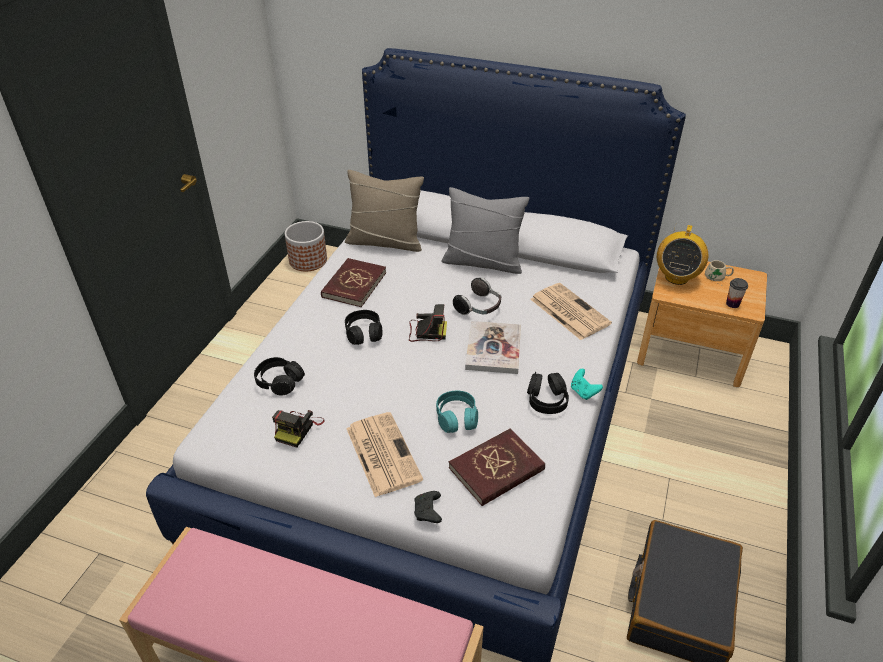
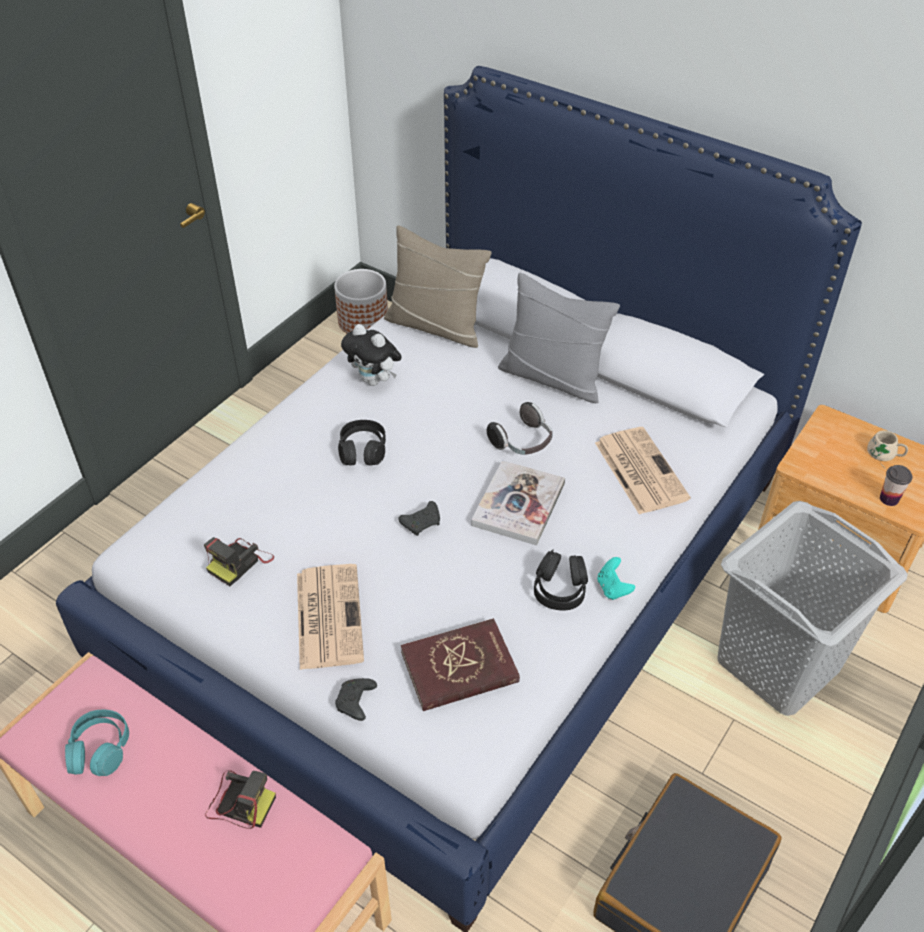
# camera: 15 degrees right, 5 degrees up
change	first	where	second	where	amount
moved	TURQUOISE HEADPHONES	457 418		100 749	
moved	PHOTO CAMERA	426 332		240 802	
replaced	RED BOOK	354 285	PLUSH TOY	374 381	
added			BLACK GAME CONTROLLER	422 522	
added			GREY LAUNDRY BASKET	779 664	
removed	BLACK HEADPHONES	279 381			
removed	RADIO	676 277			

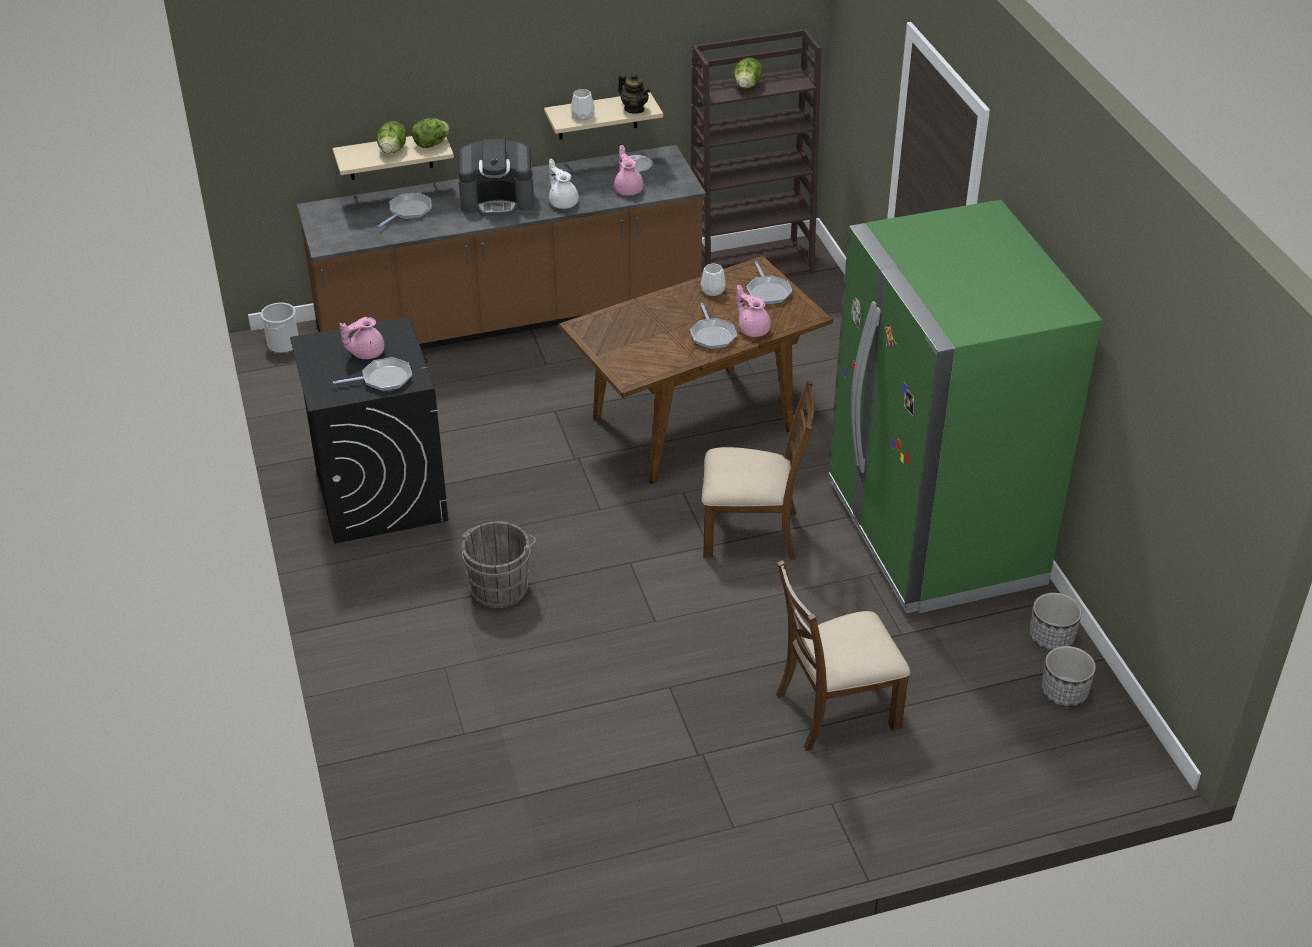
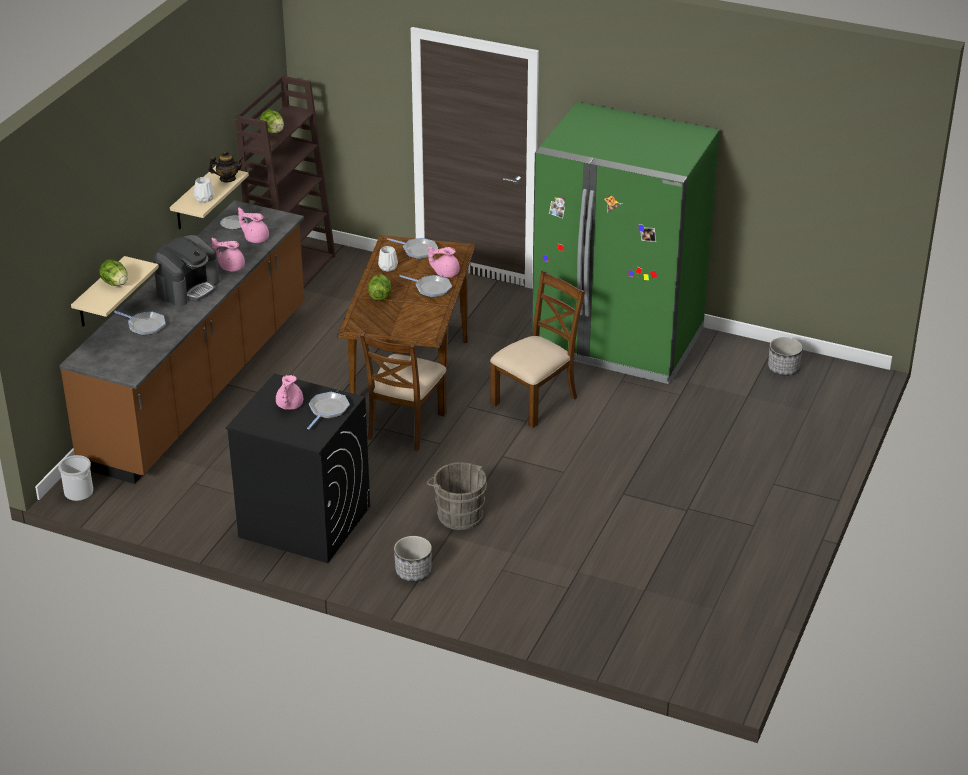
# camera: 50 degrees left, 5 degrees down
change	first	where	second	where	amount
turned	FRYING PAN	408 211		145 326	135 degrees clockwise
recoloured	WHITE TEAPOT	563 202	PINK TEAPOT	231 266	
moved	BROWN CHAIR	835 709		405 426	
moved	LETTUCE	431 144		380 296	
moved	PLANTER	1051 637		413 572	

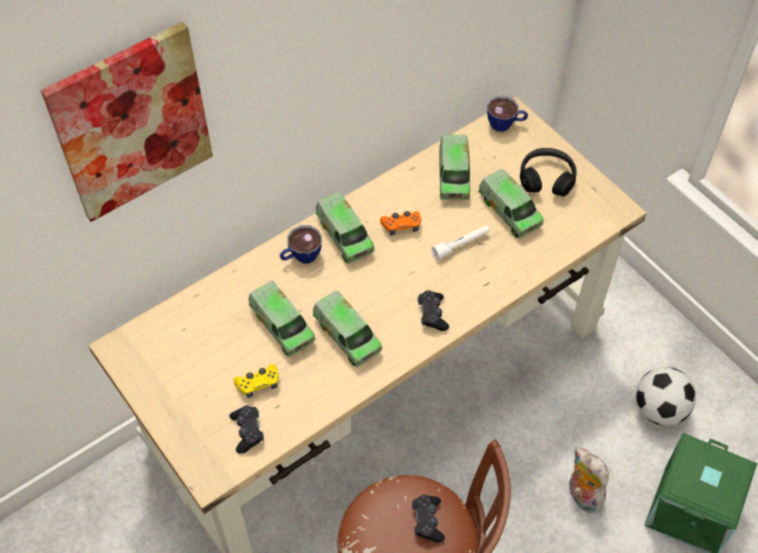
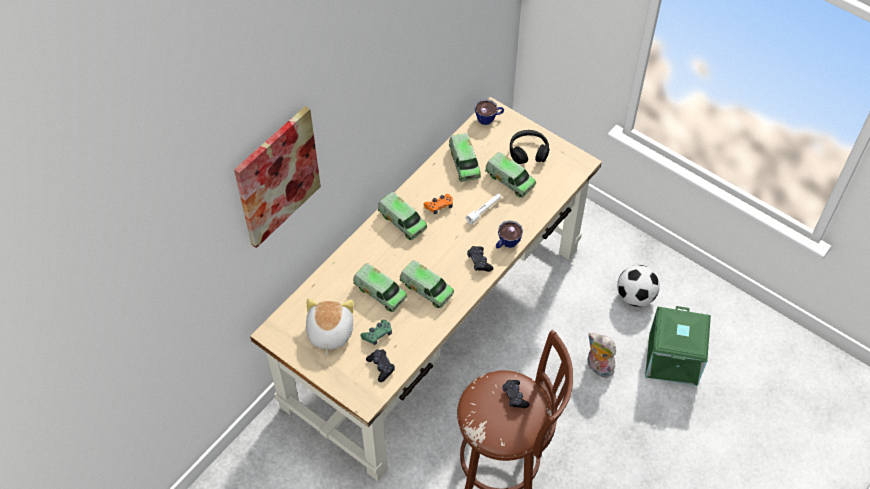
# camera: 15 degrees left, 0 degrees up
change	first	where	second	where	amount
added			PLUSH TOY	329 332	
recoloured	YELLOW GAME CONTROLLER	258 384	GREEN GAME CONTROLLER	377 334	
moved	CUP	301 257		506 243	

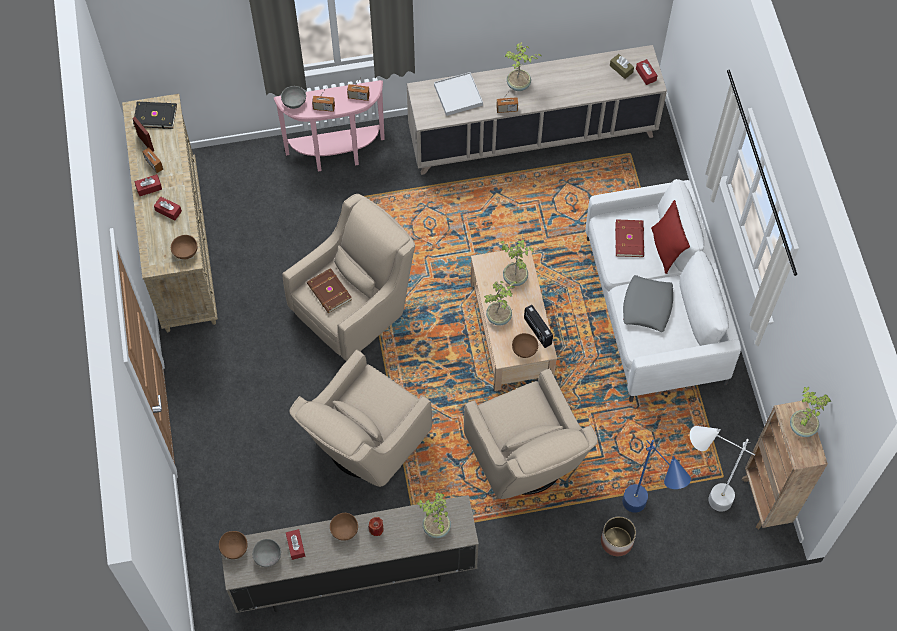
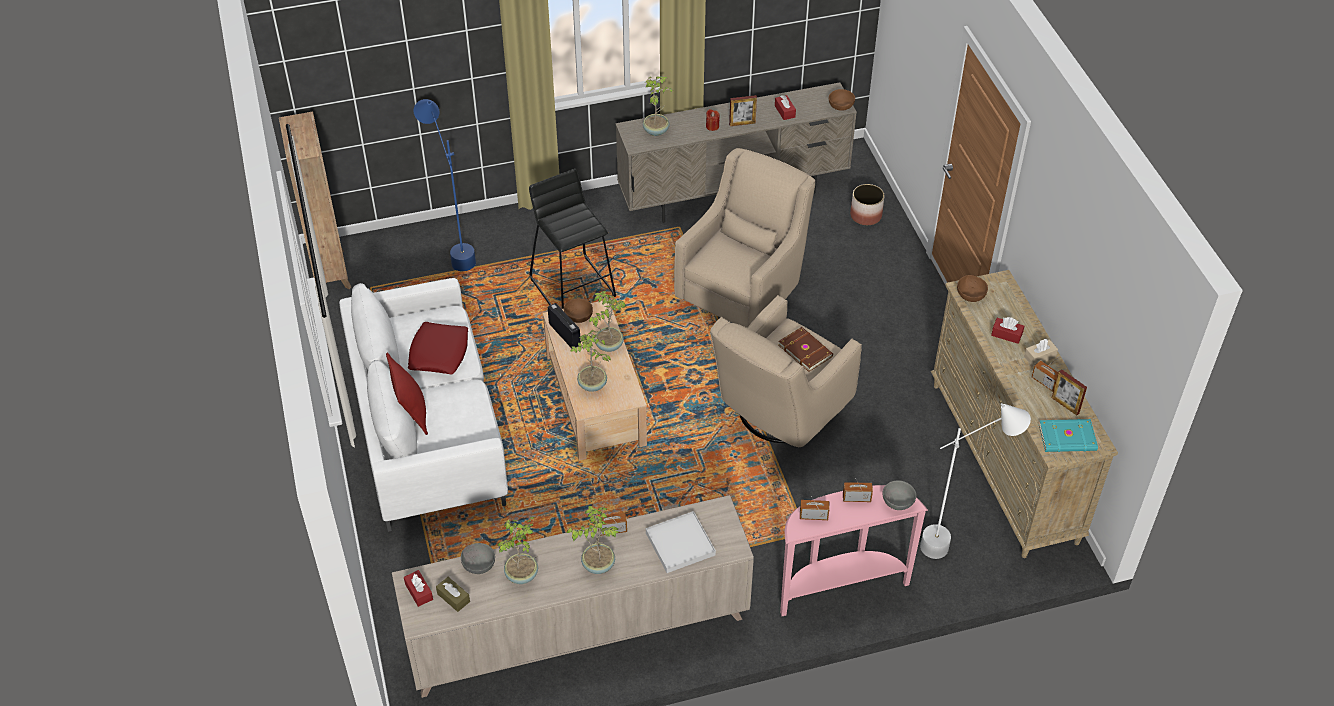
# camera: 175 degrees right, 15 degrees down
change	first	where	second	where	amount
recoloured	GREY PILLOW	647 306	RED PILLOW	439 353	
moved	GREY BOWL	268 557		478 565	
moved	POTTED PLANT	801 427		522 575	
replaced	BEIGE ARMCHAIR	526 461	BLACK STOOL	573 287	
replaced	BROWN BOWL	344 531	PICTURE FRAME	742 123	
moved	PLANTER	616 541		866 215	
moved	WHITE FLOOR LAMP	700 500		958 545	
recoloured	RED TISSUE BOX	149 188	BEIGE TISSUE BOX	1039 357	
recoloured	BLACK BOOK	155 115	TURQUOISE BOOK	1068 438	
removed	RED BOOK	630 239			

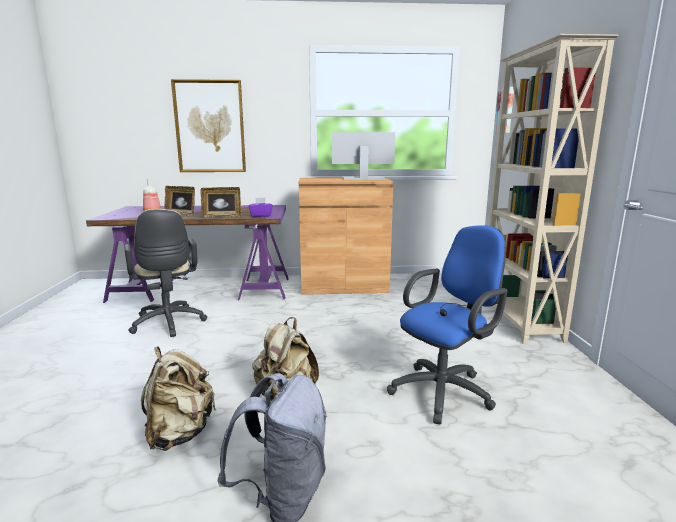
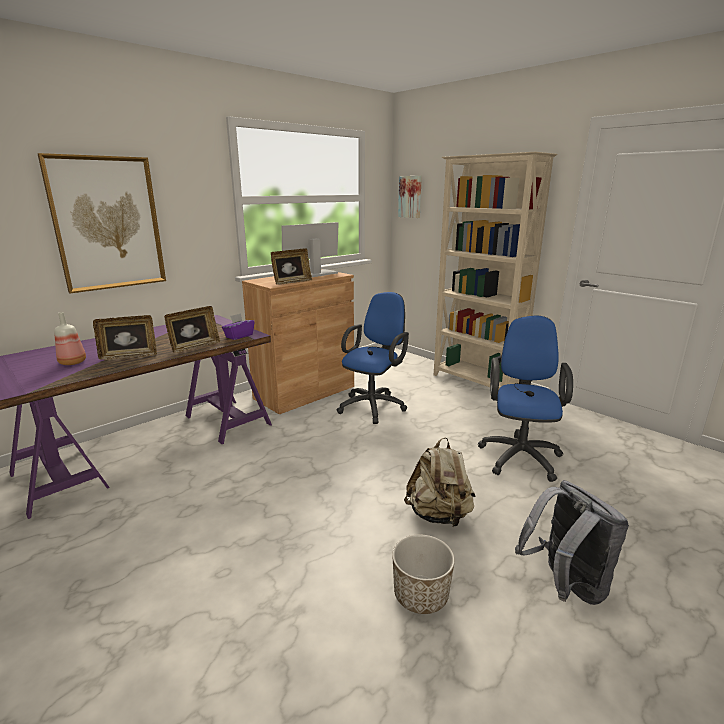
# camera: 40 degrees left, 5 degrees up
change	first	where	second	where	amount
added			PICTURE FRAME	292 282	
added			BLUE OFFICE CHAIR	374 406	
replaced	BEIGE BACKPACK	180 433	PLANTER	420 595	
removed	BEIGE OFFICE CHAIR	168 324			

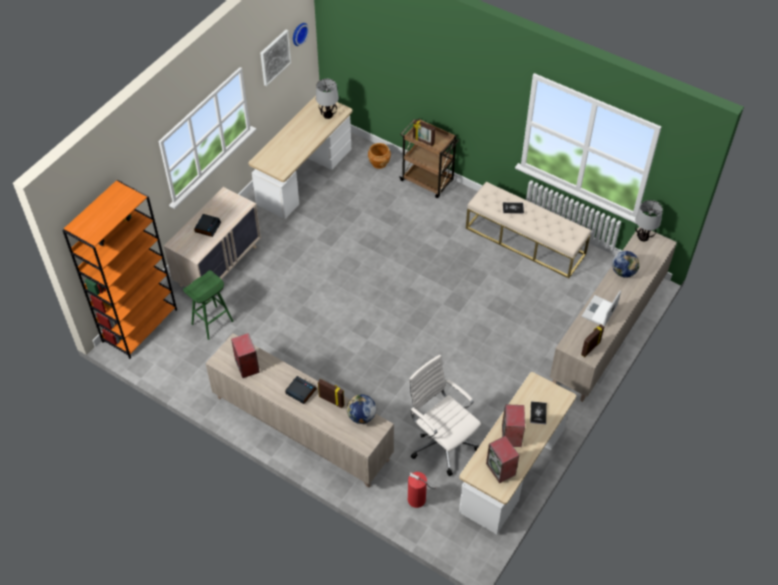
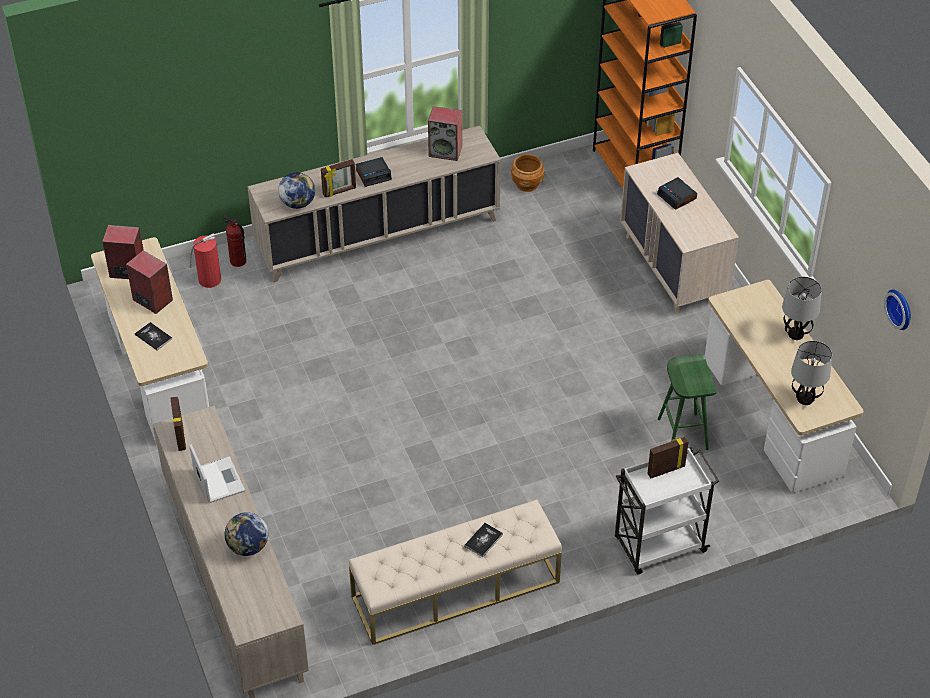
# camera: 125 degrees right, 5 degrees down
change	first	where	second	where	amount
added			FIRE EXTINGUISHER	237 261	
moved	BROWN PLANTER	379 163		527 184	
recoloured	BROWN CART	428 181	WHITE CART	658 546	
moved	GREEN STOOL	212 323		682 433	
moved	TABLE LAMP	643 237		795 334	
removed	PICTURE	274 57			
removed	WHITE OFFICE CHAIR	442 442			

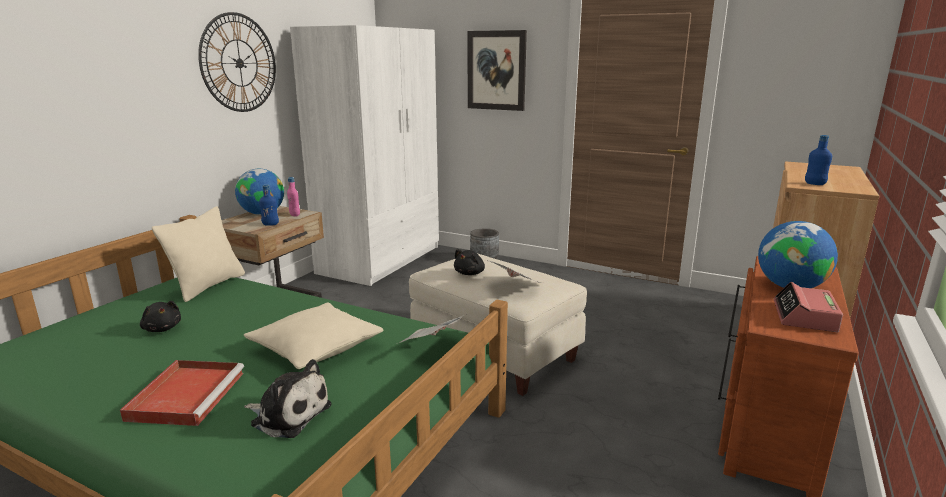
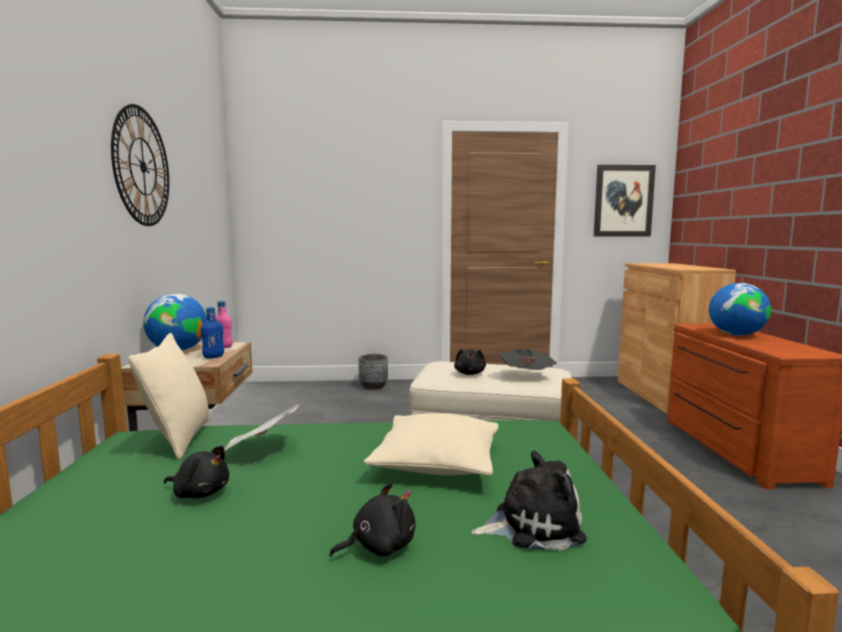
# camera: 30 degrees left, 10 degrees down
change	first	where	second	where	amount
moved	NEWSPAPER	431 346		259 449	
replaced	RED TRAY	187 394	BLACK PLUSH TOY	379 546	
moved	PICTURE	496 70		623 201	
removed	WHITE WARDROBE	381 260			
removed	ALARM CLOCK	804 317			
removed	BLUE BOTTLE	815 184			

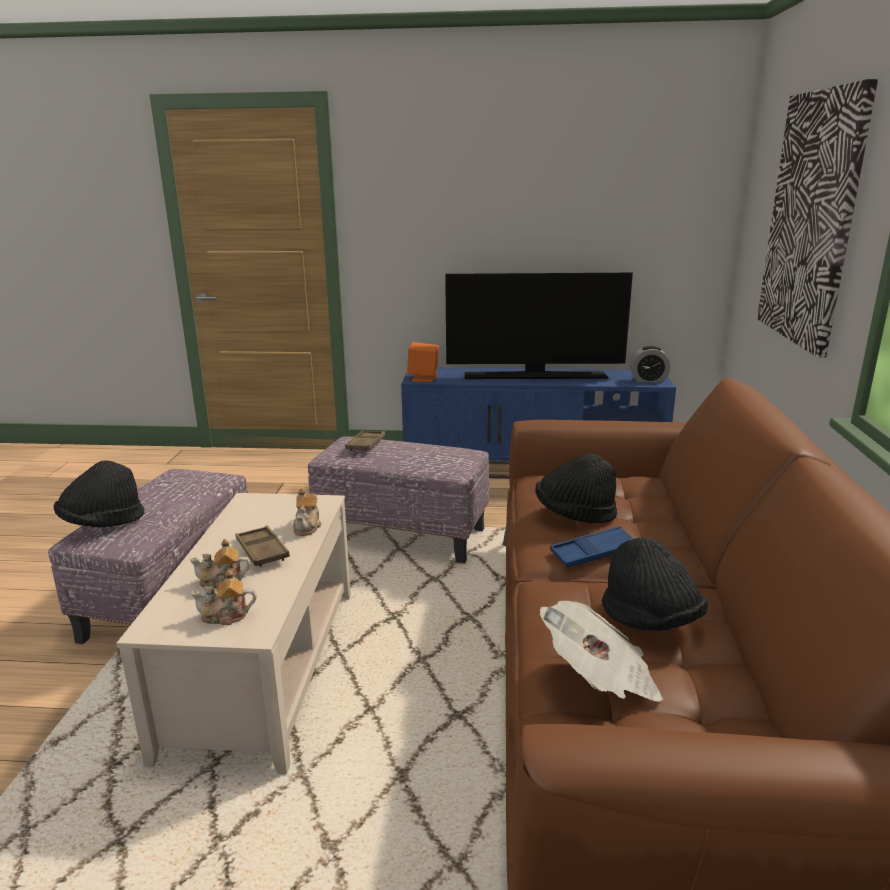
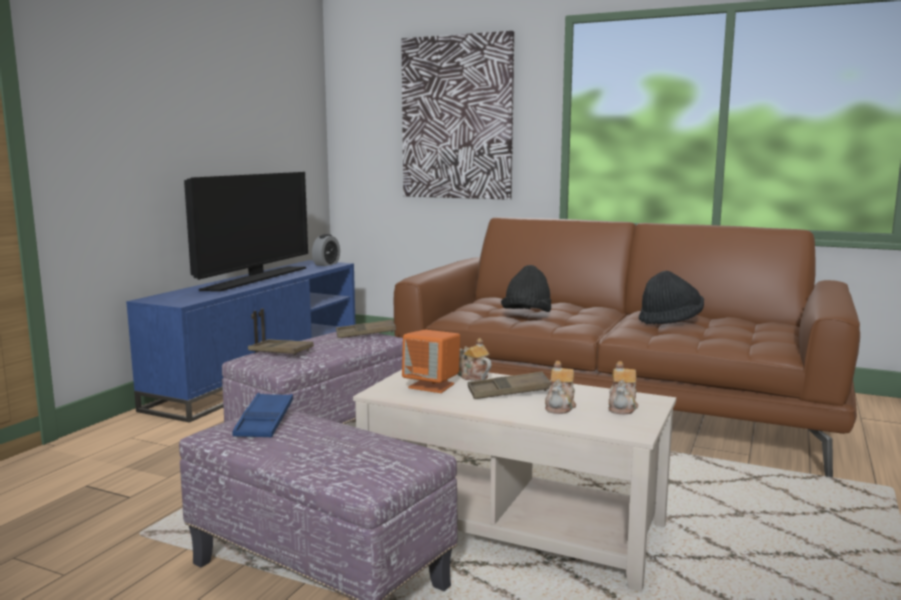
# camera: 70 degrees left, 10 degrees down
change	first	where	second	where	amount
moved	BLUE TRAY	593 553		264 422	
added			BROWN TRAY	366 334	
moved	ORANGE SPEAKER	423 378		432 386	
turned	TEAPOT	307 527		472 376	150 degrees counterclockwise
removed	BLACK HAT	103 523			
removed	NEWSPAPER	600 678			

